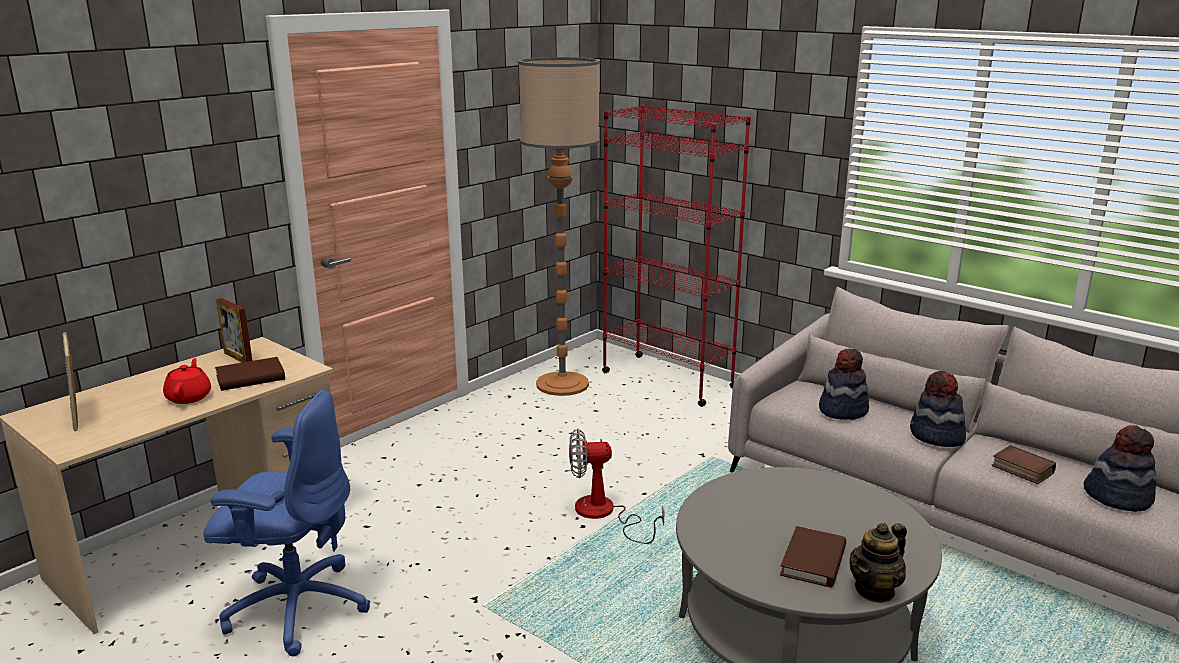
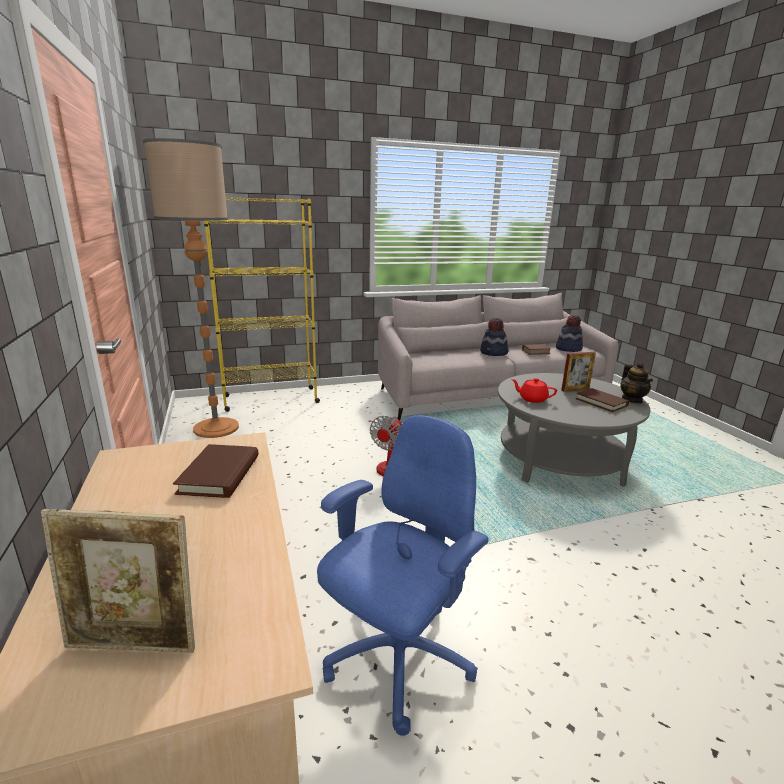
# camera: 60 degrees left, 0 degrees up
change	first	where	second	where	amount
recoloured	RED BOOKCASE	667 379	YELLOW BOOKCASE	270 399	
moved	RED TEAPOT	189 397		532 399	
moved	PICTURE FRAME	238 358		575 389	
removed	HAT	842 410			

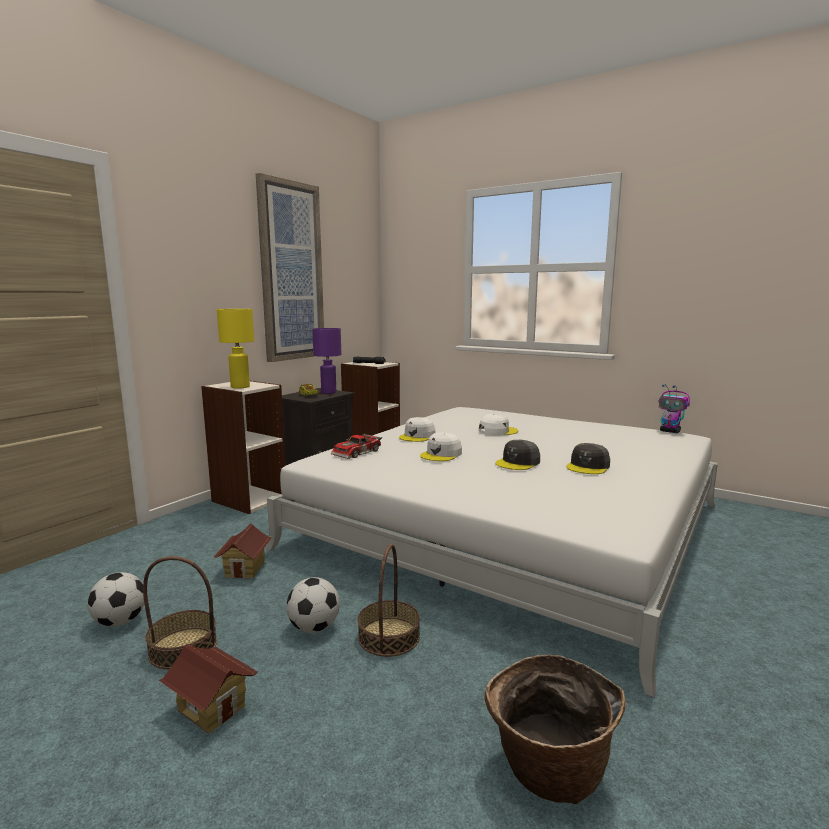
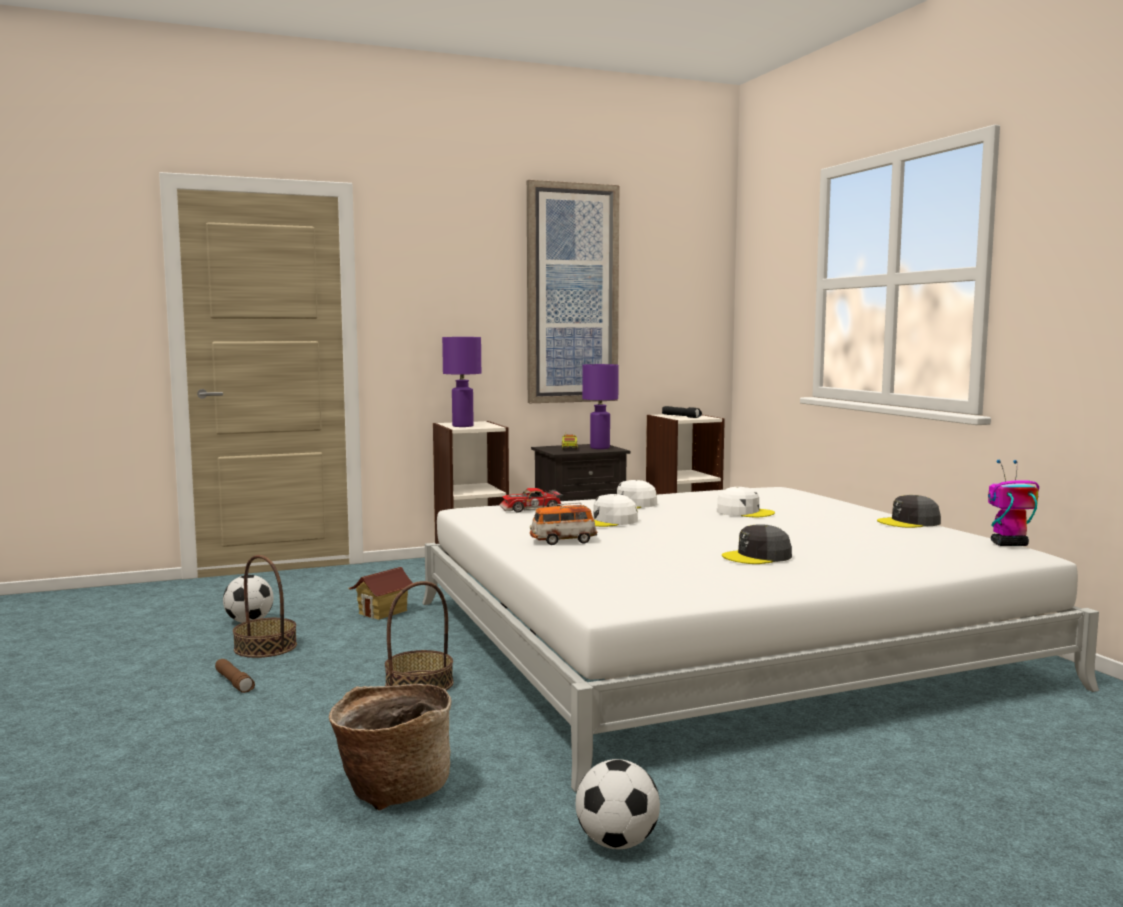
# camera: 35 degrees right, 5 degrees down
change	first	where	second	where	amount
replaced	TOY HOUSE	212 708	BROWN FLASHLIGHT	235 682	
recoloured	YELLOW TABLE LAMP	239 387	PURPLE TABLE LAMP	462 426	
added			TOY CAR	563 541	
moved	FOOTBALL	314 627		617 843	
moved	GREY CAP	518 462		909 522	
turned	TOY ROBOT	670 431		1008 544	105 degrees clockwise

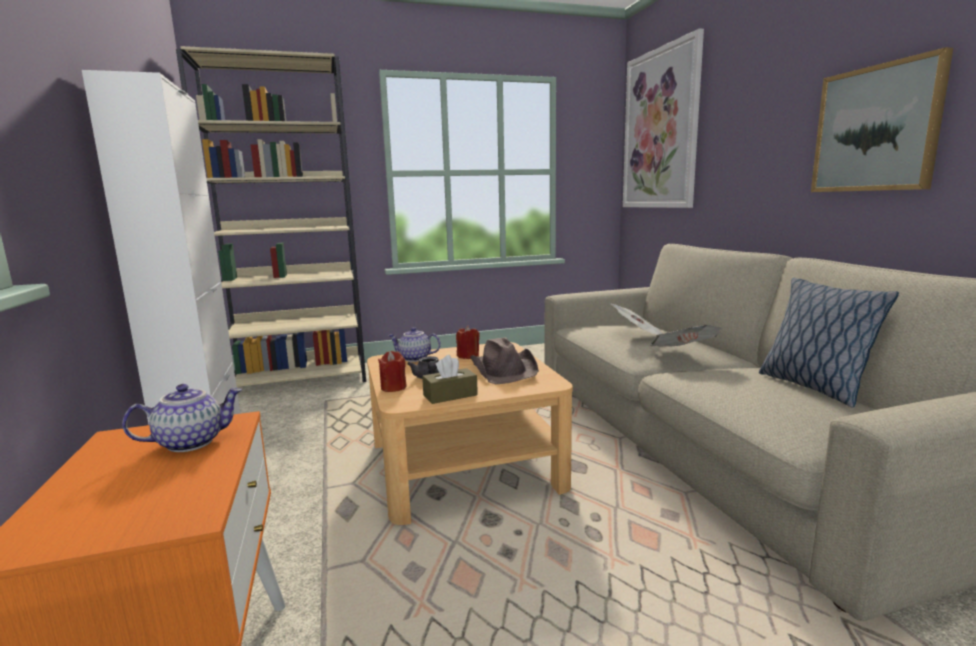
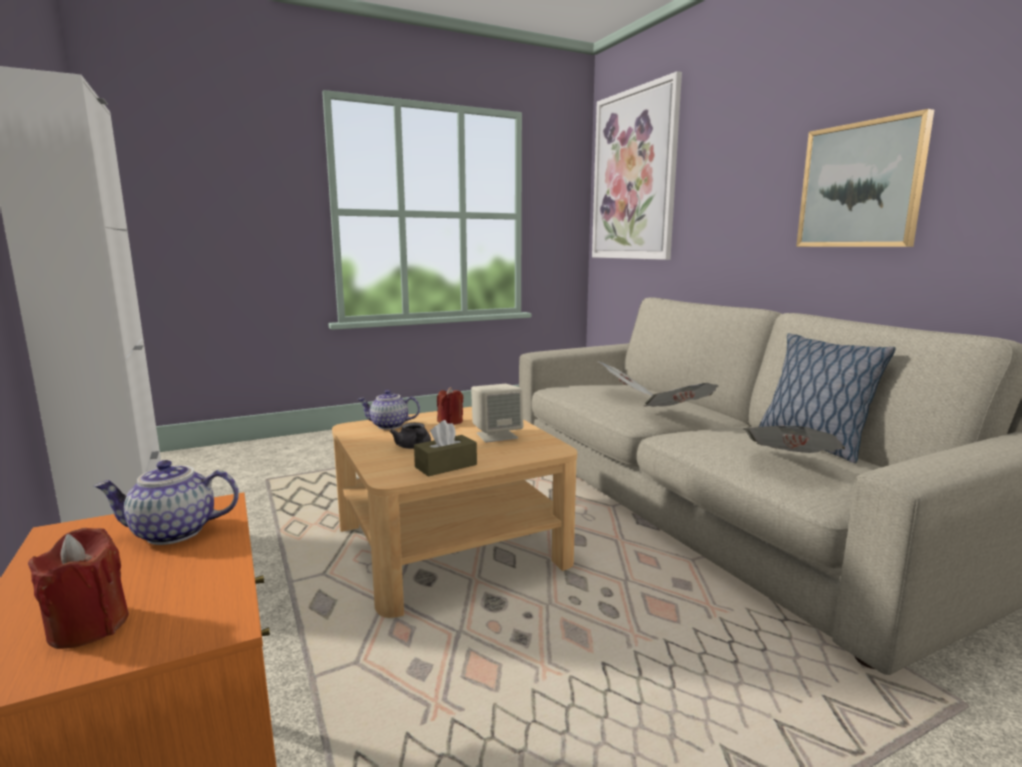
# camera: 10 degrees left, 0 degrees up
change	first	where	second	where	amount
moved	RED CANDLE	393 387		88 626	
turned	TEAPOT	191 442		172 533	150 degrees counterclockwise
replaced	BROWN HAT	504 370	BEIGE SPEAKER	496 435	
added			NEWSPAPER	790 464	
removed	BEIGE BOOKCASE	302 379			

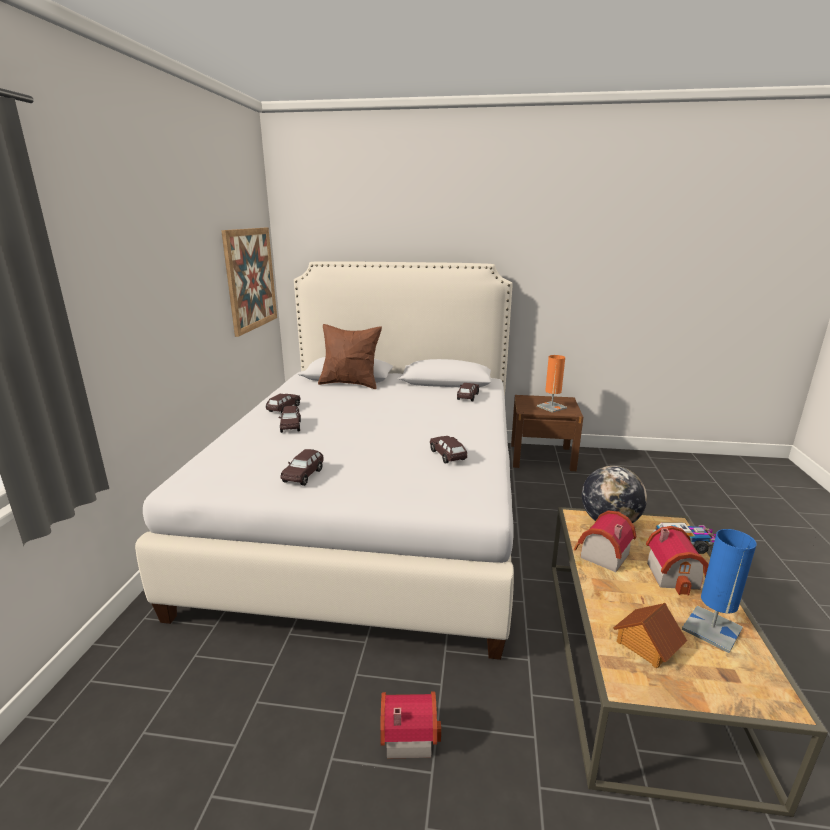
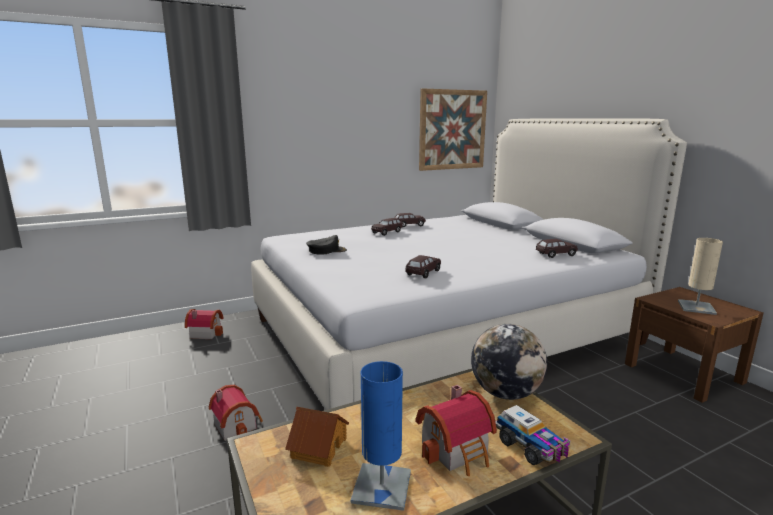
# camera: 55 degrees right, 5 degrees down
change	first	where	second	where	amount
moved	TOY HOUSE	600 555		206 333	
replaced	BROWN TOY CAR	303 475	BLACK CAP	326 250	
recoloured	ORANGE TABLE LAMP	551 407	BEIGE TABLE LAMP	696 307	
removed	BROWN PILLOW	350 384			

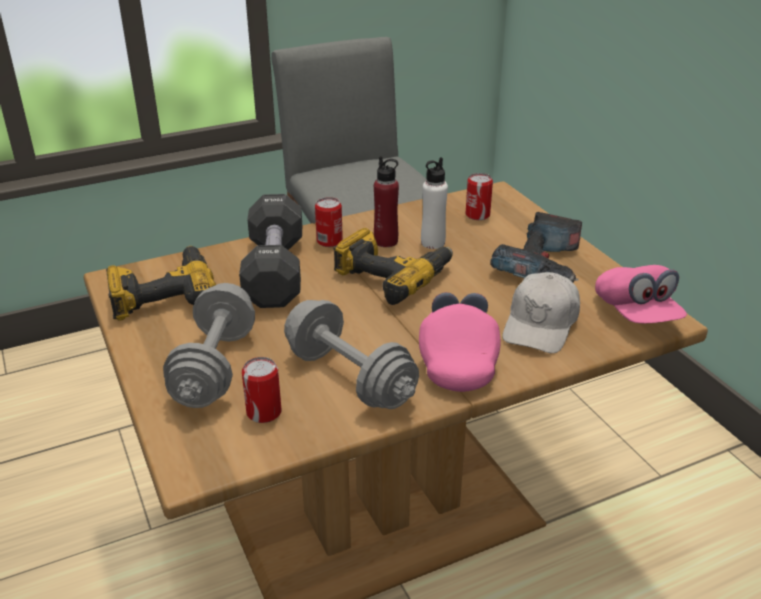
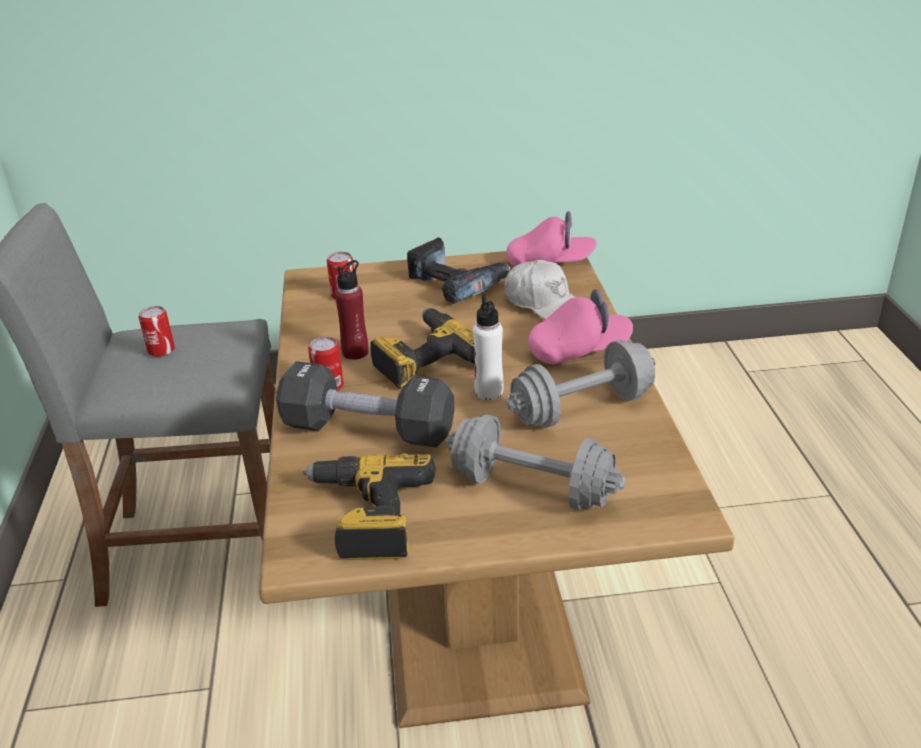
# camera: 70 degrees left, 0 degrees up
change	first	where	second	where	amount
moved	CAN	264 412		161 350	
moved	WHITE BOTTLE	432 243		489 392	
turned	PINK CAP	457 361		579 351	150 degrees clockwise

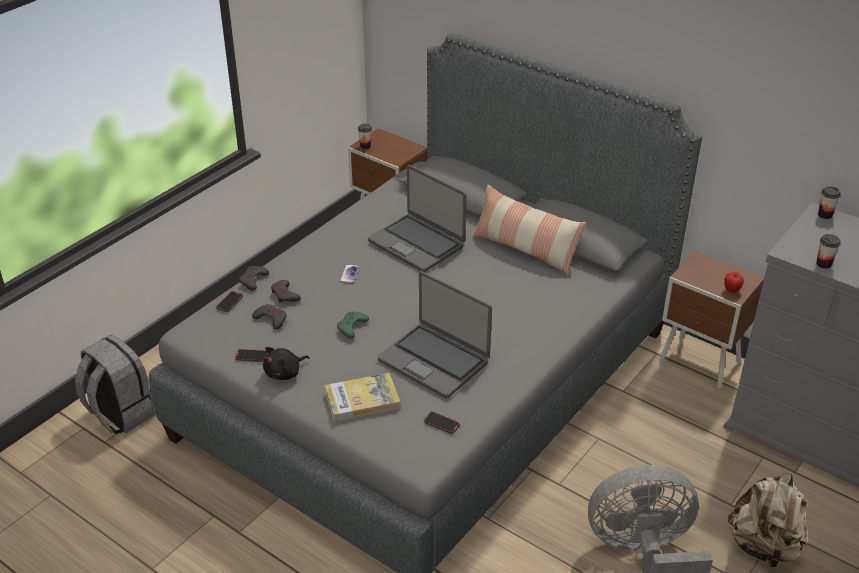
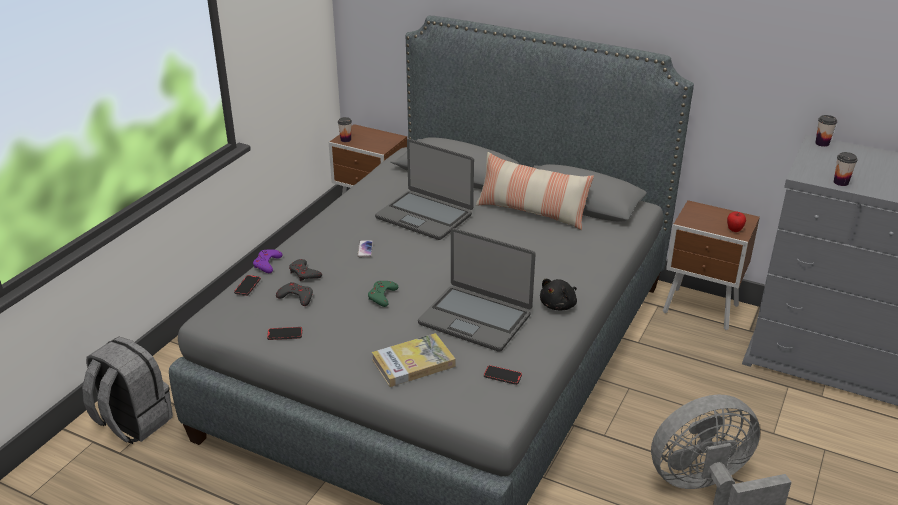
# camera: 10 degrees left, 5 degrees down
change	first	where	second	where	amount
recoloured	GREY GAME CONTROLLER	253 280	PURPLE GAME CONTROLLER	267 264	
moved	BLACK PLUSH TOY	285 373		559 305	
removed	BEIGE BACKPACK	763 546			

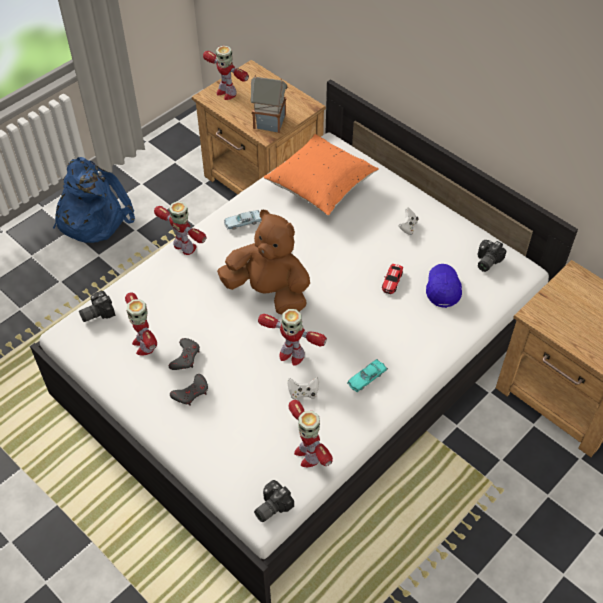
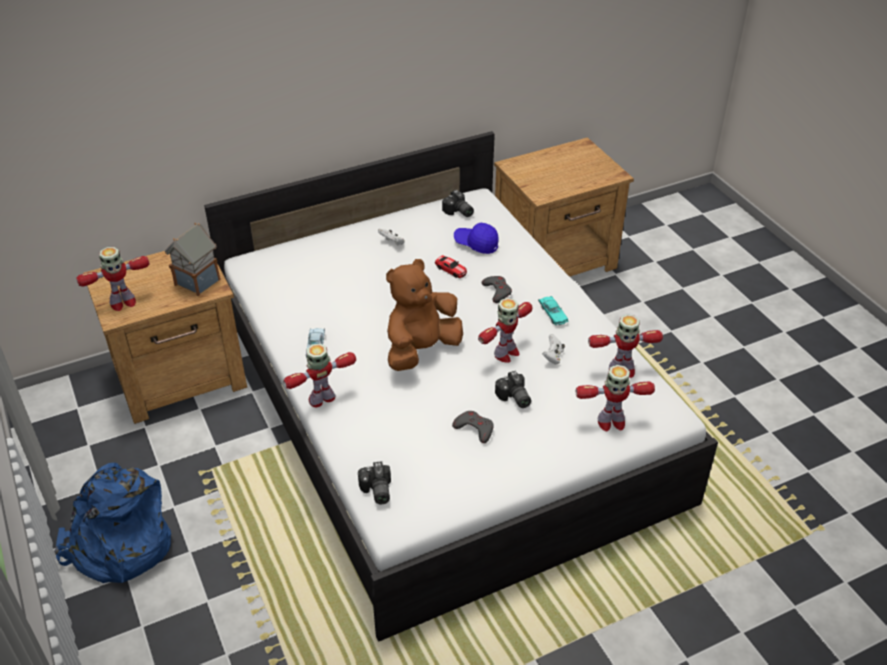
# camera: 70 degrees left, 10 degrees down
change	first	where	second	where	amount
moved	GREY GAME CONTROLLER	191 392		497 291	
moved	PHOTO CAMERA	270 506		513 398	
moved	TOY ROBOT	144 344		610 422	
removed	ORANGE PILLOW	321 186			

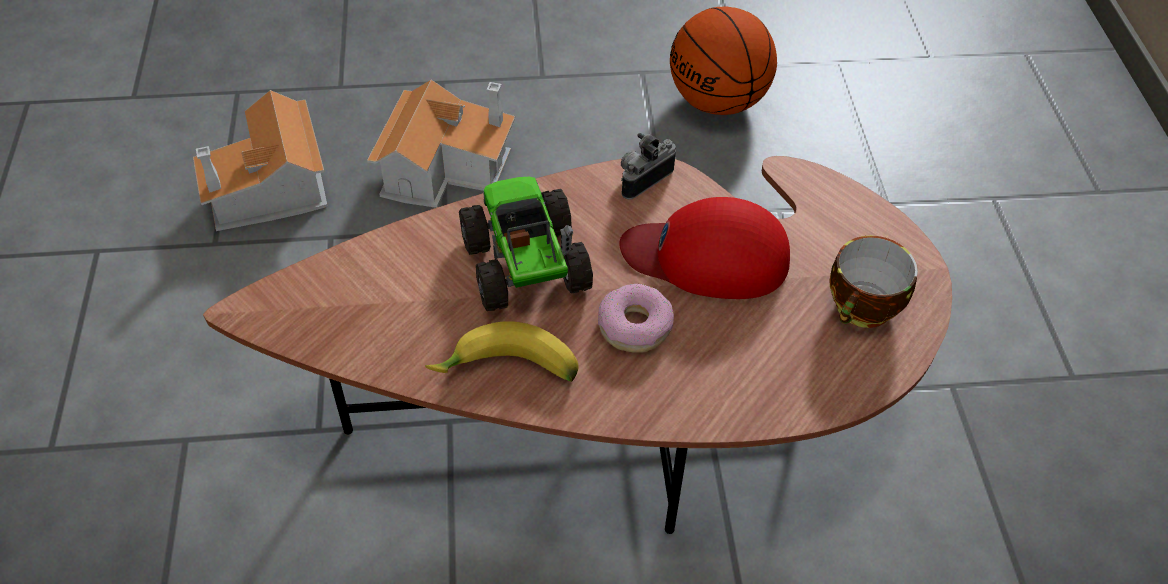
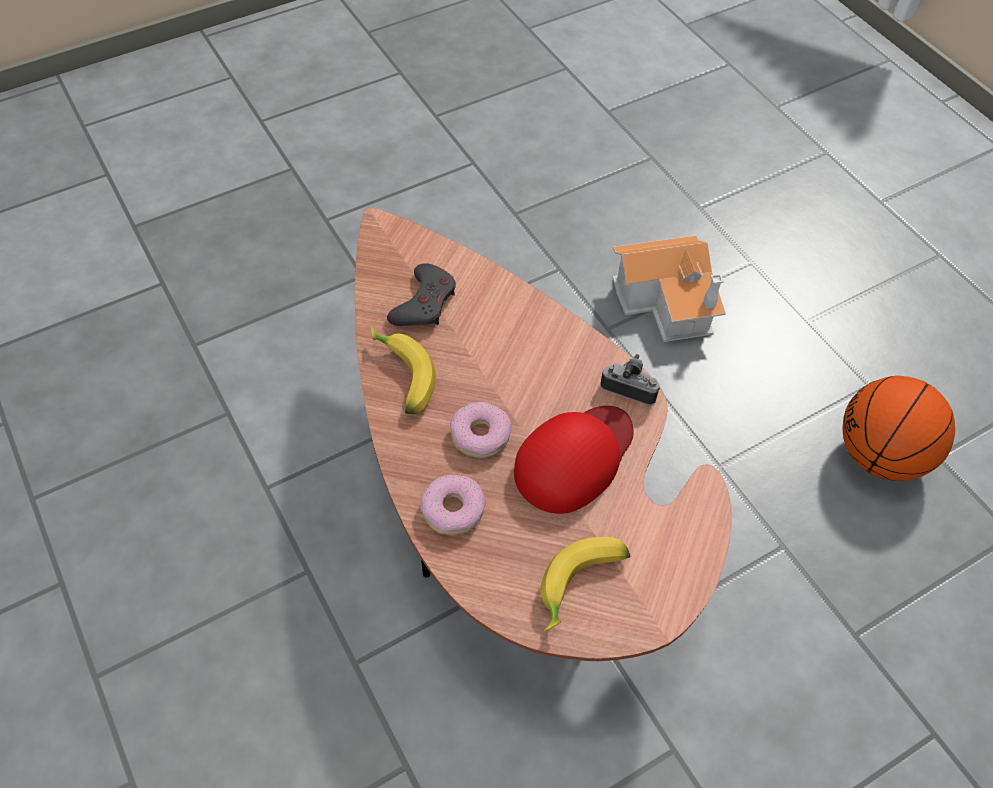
# camera: 65 degrees right, 5 degrees up
change	first	where	second	where	amount
added			GREY GAME CONTROLLER	424 302	
added			DONUT	453 509	
turned	RED CAP	707 256		574 459	60 degrees clockwise
replaced	CUP	863 310	BANANA	582 586	
removed	TOY HOUSE	271 191			
removed	TOY TRUCK	525 266			

